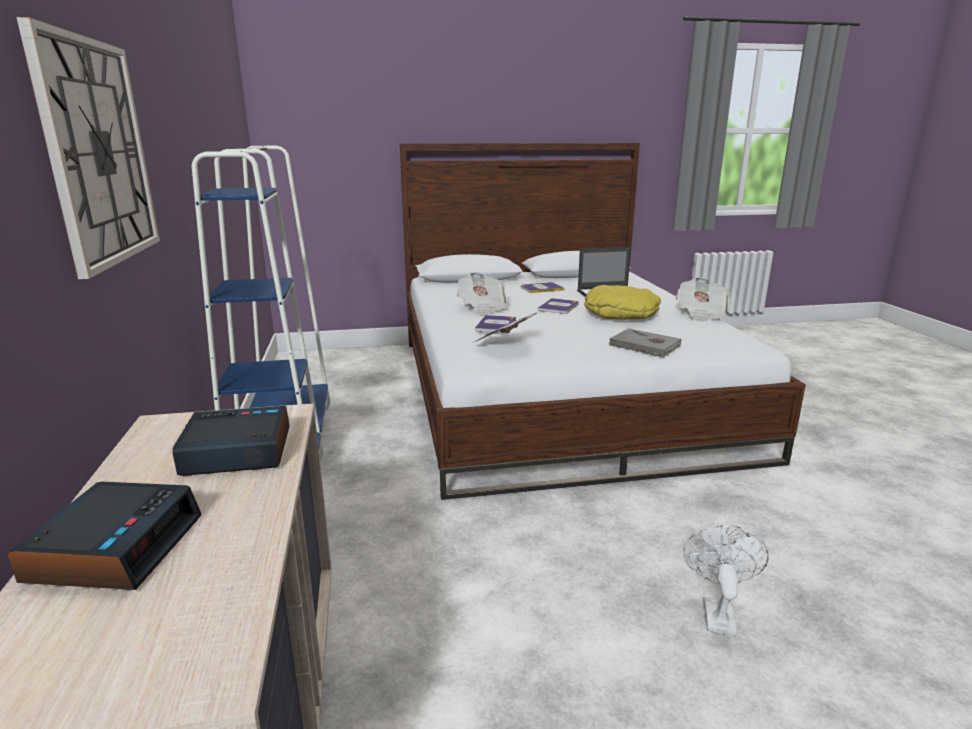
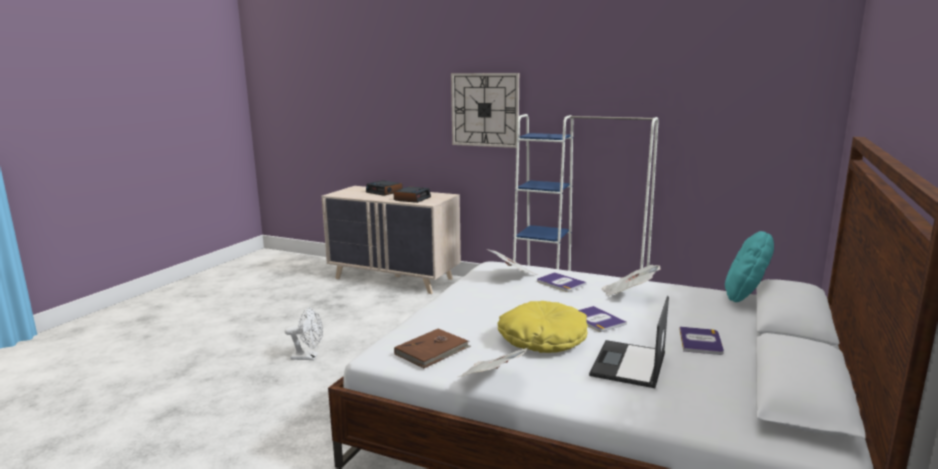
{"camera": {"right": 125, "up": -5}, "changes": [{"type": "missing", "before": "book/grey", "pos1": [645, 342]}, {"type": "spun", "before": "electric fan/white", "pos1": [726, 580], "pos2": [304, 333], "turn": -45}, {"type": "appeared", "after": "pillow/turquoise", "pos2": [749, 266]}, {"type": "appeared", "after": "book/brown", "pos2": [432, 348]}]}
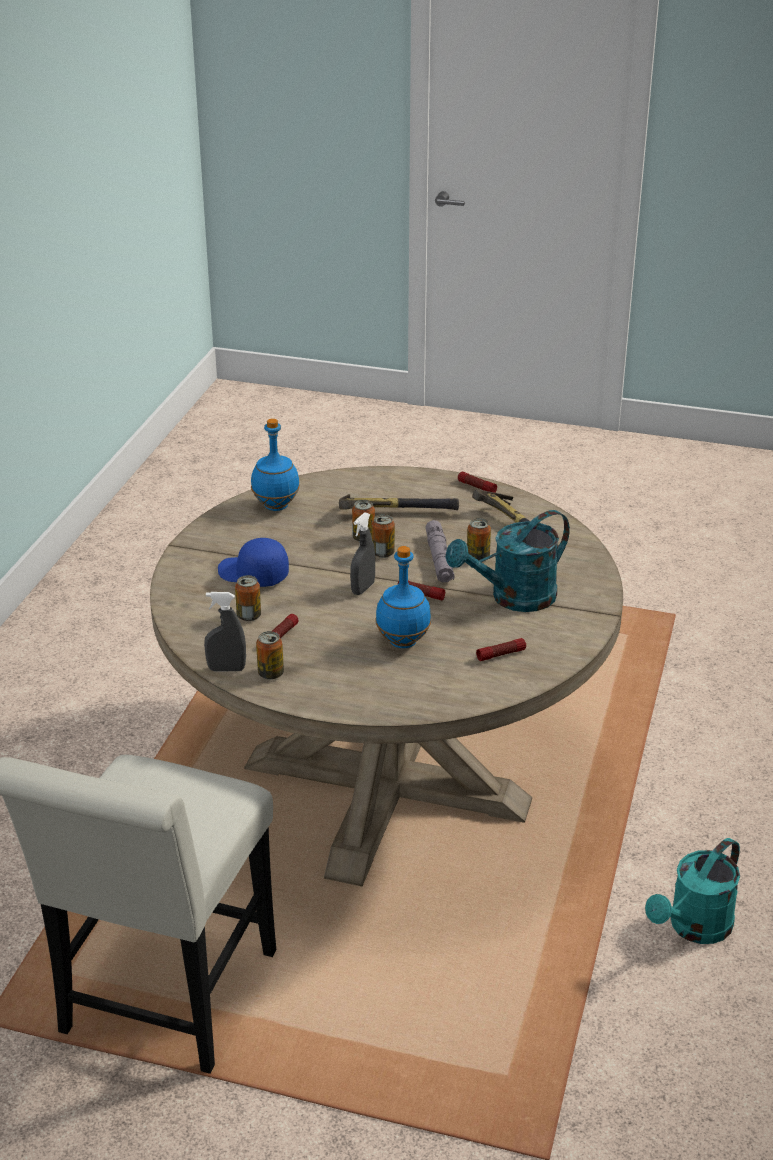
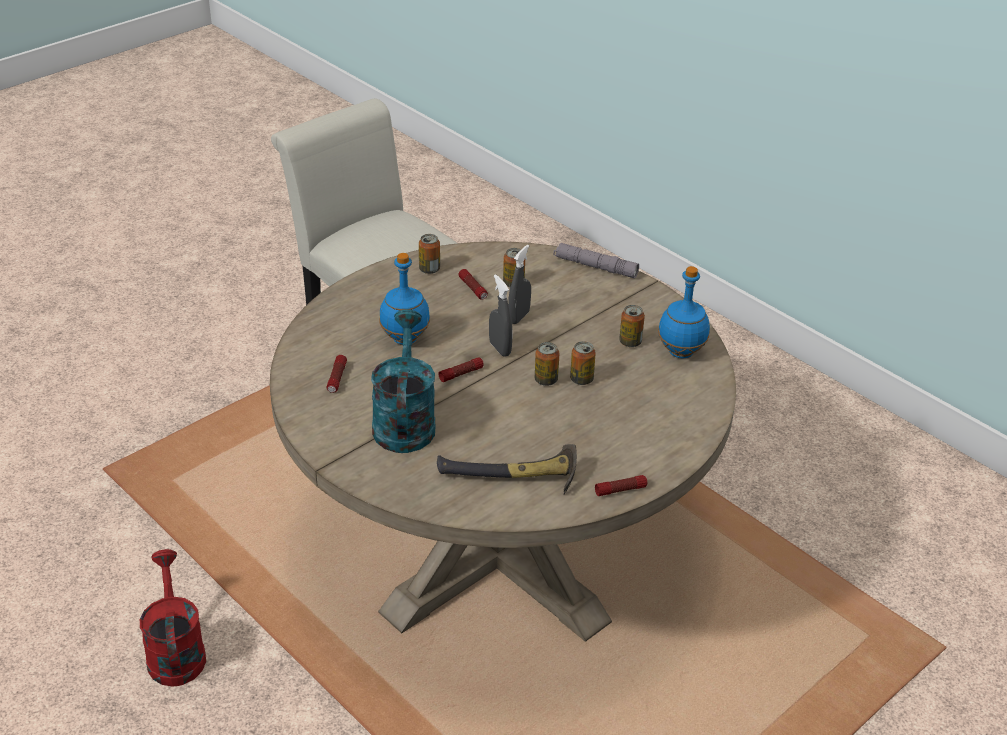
{"camera": {"right": 120, "up": 5}, "changes": [{"type": "missing", "before": "tool hammer", "pos1": [399, 502]}, {"type": "relocated", "before": "sealed can", "pos1": [479, 539], "pos2": [632, 326]}, {"type": "relocated", "before": "hand torch/grey", "pos1": [440, 551], "pos2": [596, 260]}, {"type": "missing", "before": "cap/blue", "pos1": [253, 562]}, {"type": "relocated", "before": "spray bottle/grey", "pos1": [225, 631], "pos2": [519, 284]}, {"type": "colour", "before": "watering can/turquoise", "after": "watering can/red-coloured", "pos1": [692, 891], "pos2": [173, 617]}]}
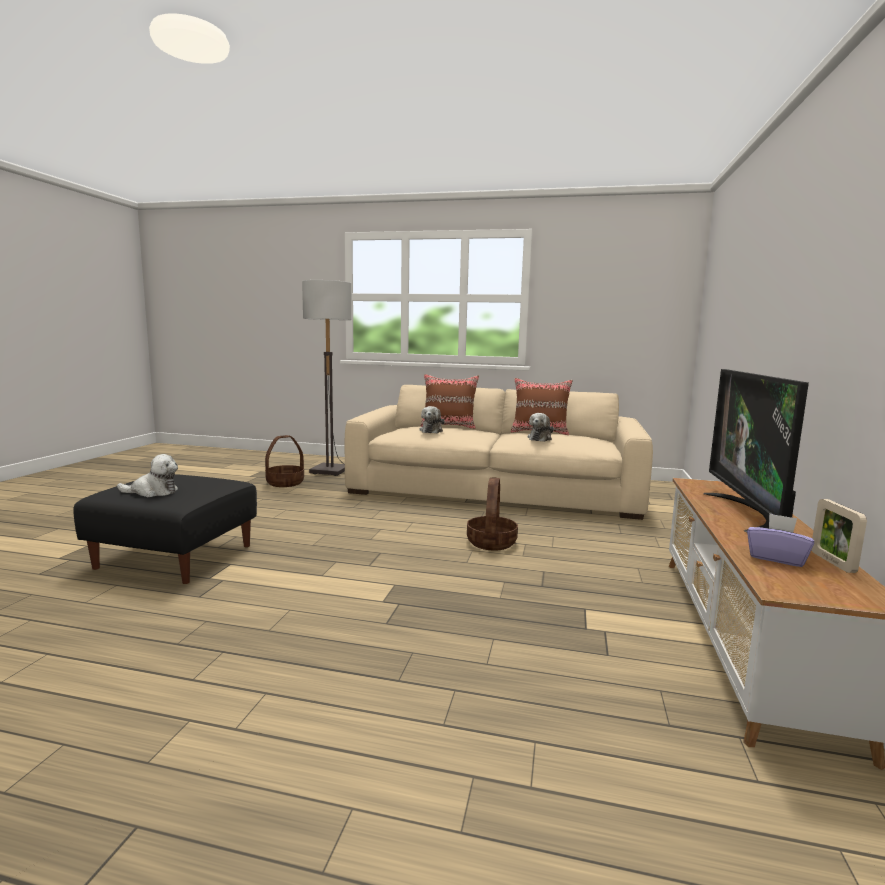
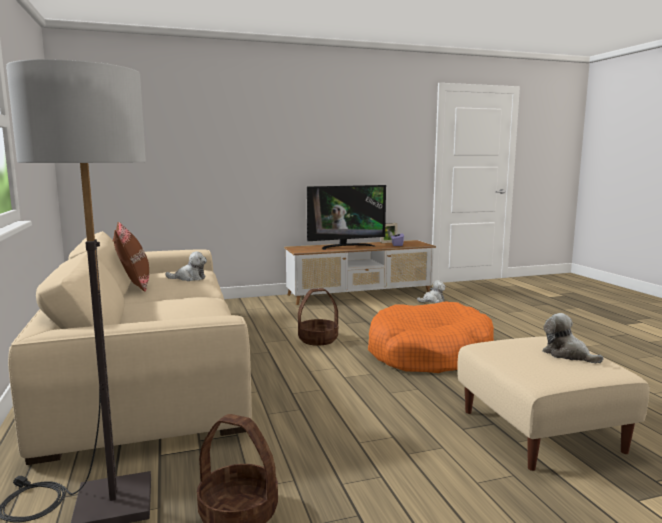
{"camera": {"right": -120, "up": 0}, "changes": [{"type": "missing", "before": "pillow/brown", "pos1": [450, 401]}, {"type": "relocated", "before": "plush toy", "pos1": [432, 419], "pos2": [431, 291]}, {"type": "colour", "before": "footrest/blackish", "after": "footrest/sand-coloured", "pos1": [165, 529], "pos2": [553, 403]}, {"type": "appeared", "after": "pet bed/orange", "pos2": [431, 337]}]}
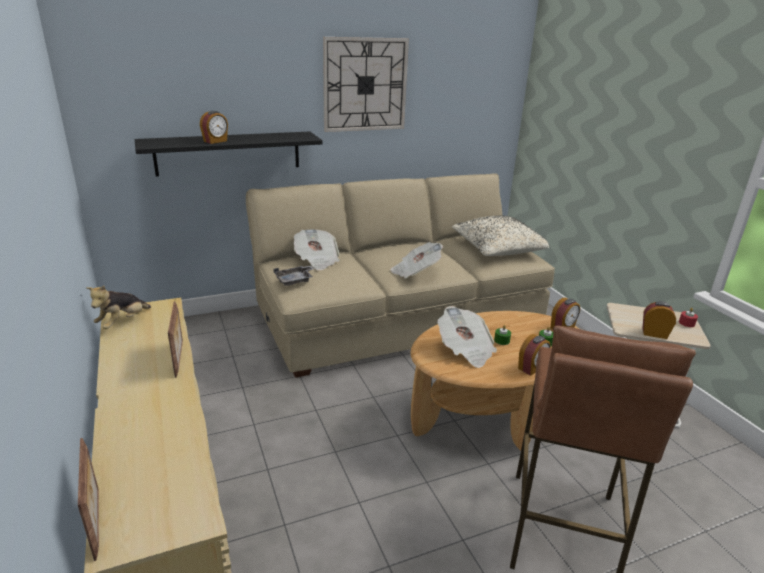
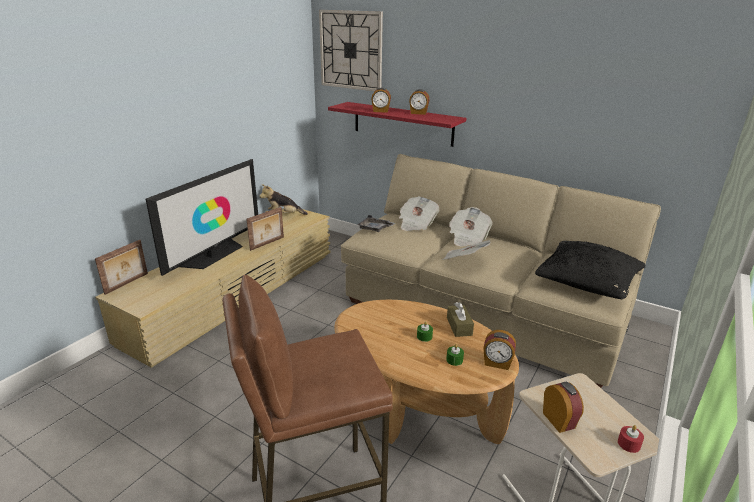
{"camera": {"right": 55, "up": 0}, "changes": [{"type": "relocated", "before": "wall clock", "pos1": [366, 84], "pos2": [351, 50]}, {"type": "colour", "before": "wall shelf/blackish", "after": "wall shelf/red-coloured", "pos1": [228, 154], "pos2": [397, 124]}, {"type": "colour", "before": "pillow/sand-coloured", "after": "pillow/blackish", "pos1": [500, 235], "pos2": [590, 269]}, {"type": "relocated", "before": "daily paper", "pos1": [467, 337], "pos2": [470, 226]}, {"type": "relocated", "before": "bedside clock", "pos1": [534, 354], "pos2": [419, 102]}, {"type": "appeared", "after": "TV", "pos2": [202, 217]}, {"type": "appeared", "after": "box of tissues/brown", "pos2": [460, 319]}]}
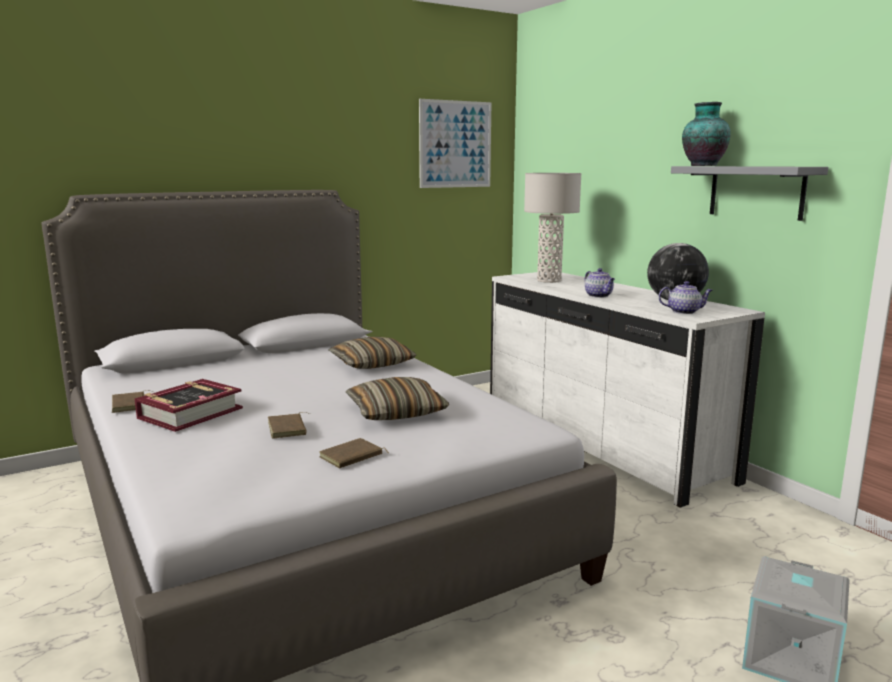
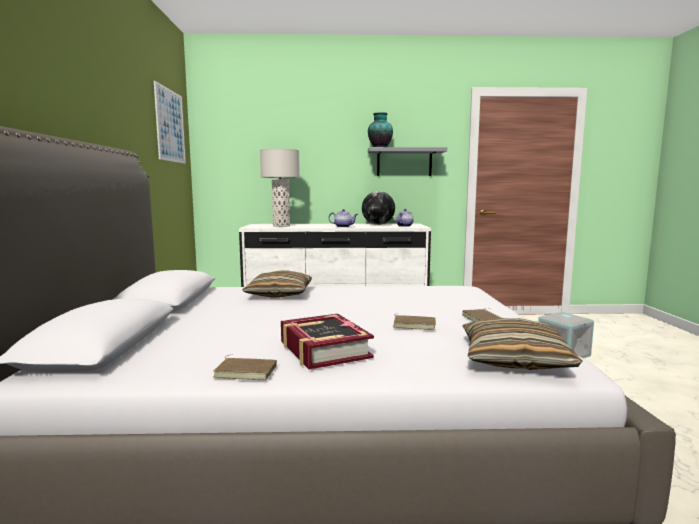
{"camera": {"right": -60, "up": -5}, "changes": [{"type": "relocated", "before": "pillow", "pos1": [397, 398], "pos2": [523, 344]}]}
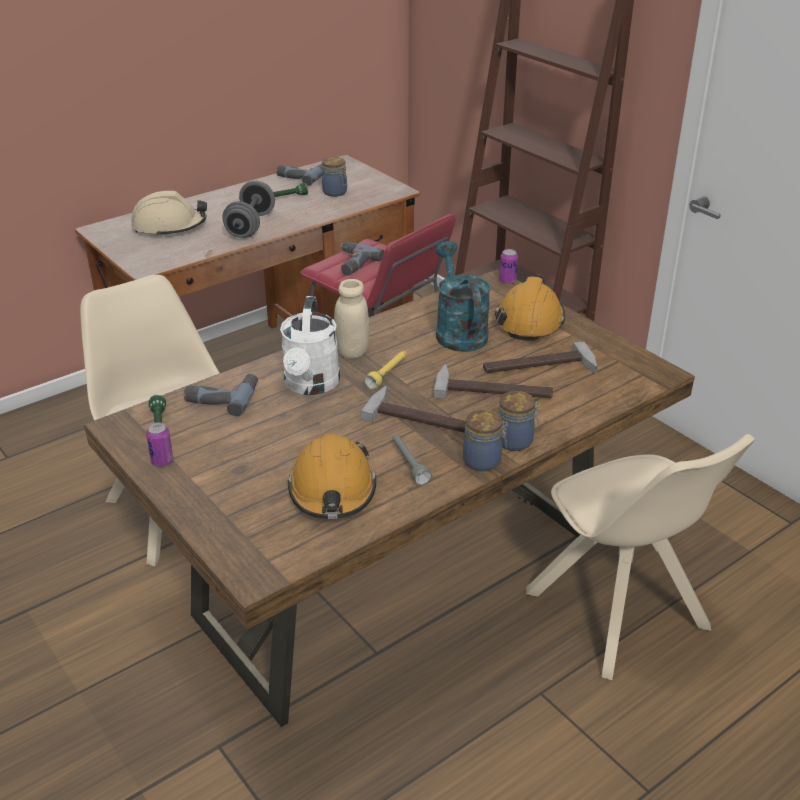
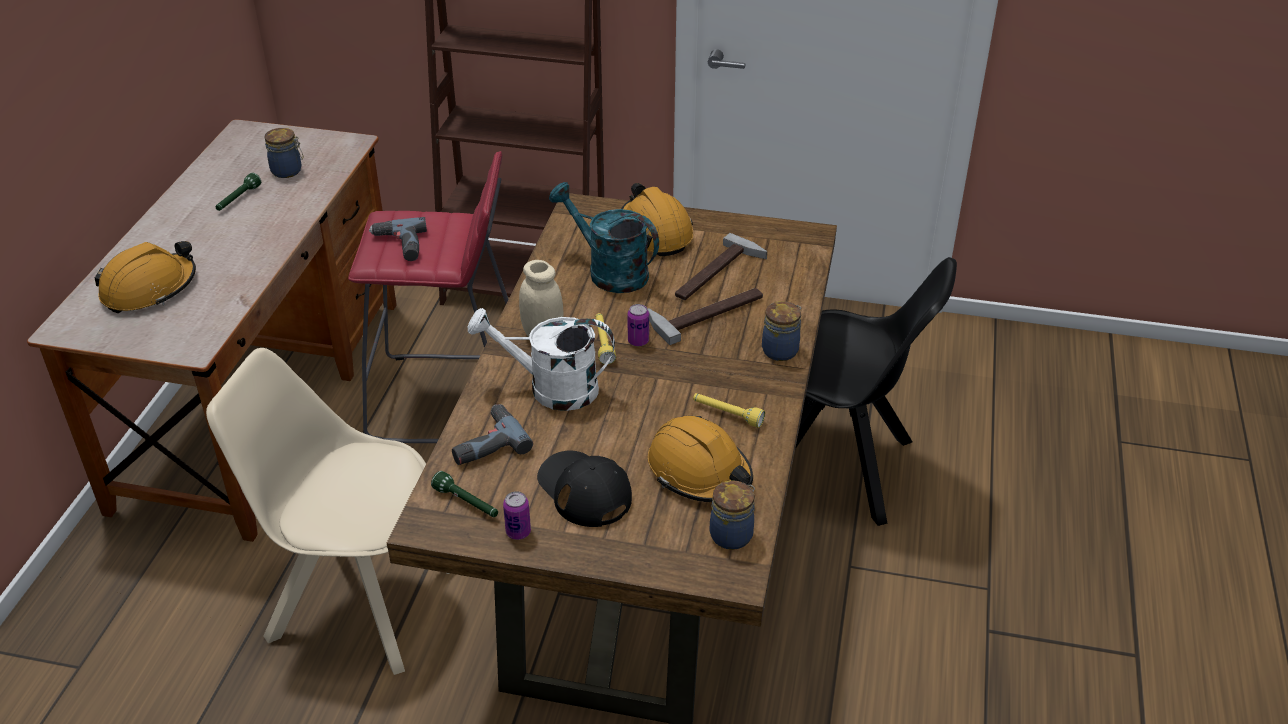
{"camera": {"right": -40, "up": 5}, "changes": [{"type": "missing", "before": "power drill", "pos1": [299, 174]}, {"type": "missing", "before": "hand weight/grey", "pos1": [248, 209]}, {"type": "colour", "before": "safety helmet/sand-coloured", "after": "safety helmet/orange", "pos1": [169, 214], "pos2": [145, 277]}, {"type": "relocated", "before": "sealed can", "pos1": [508, 266], "pos2": [638, 325]}, {"type": "spun", "before": "watering can/white", "pos1": [310, 345], "pos2": [541, 359], "turn": 135}, {"type": "missing", "before": "tool hammer", "pos1": [413, 409]}, {"type": "relocated", "before": "preserve jar", "pos1": [485, 441], "pos2": [732, 515]}, {"type": "colour", "before": "plain chair/sand-coloured", "after": "plain chair/blackish", "pos1": [640, 557], "pos2": [876, 391]}, {"type": "colour", "before": "hand torch/grey", "after": "hand torch/yellowish", "pos1": [412, 460], "pos2": [729, 410]}, {"type": "appeared", "after": "cap/blackish", "pos2": [584, 489]}]}
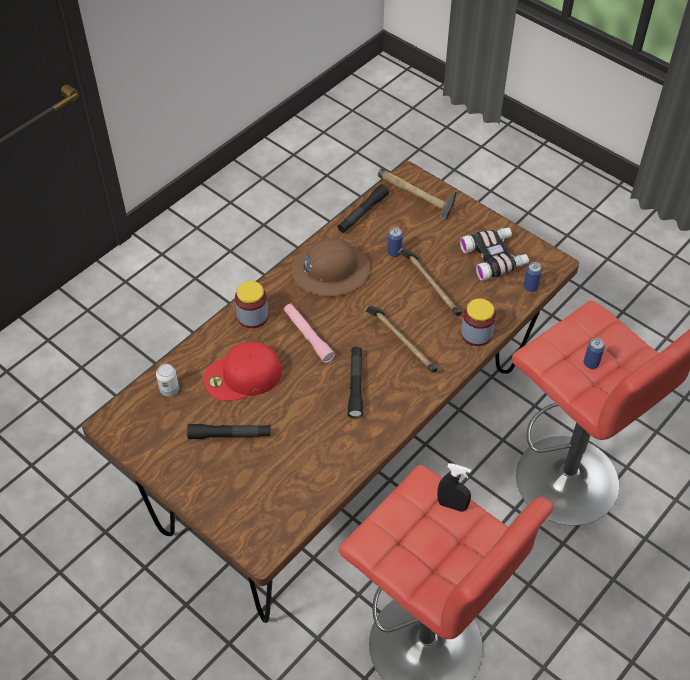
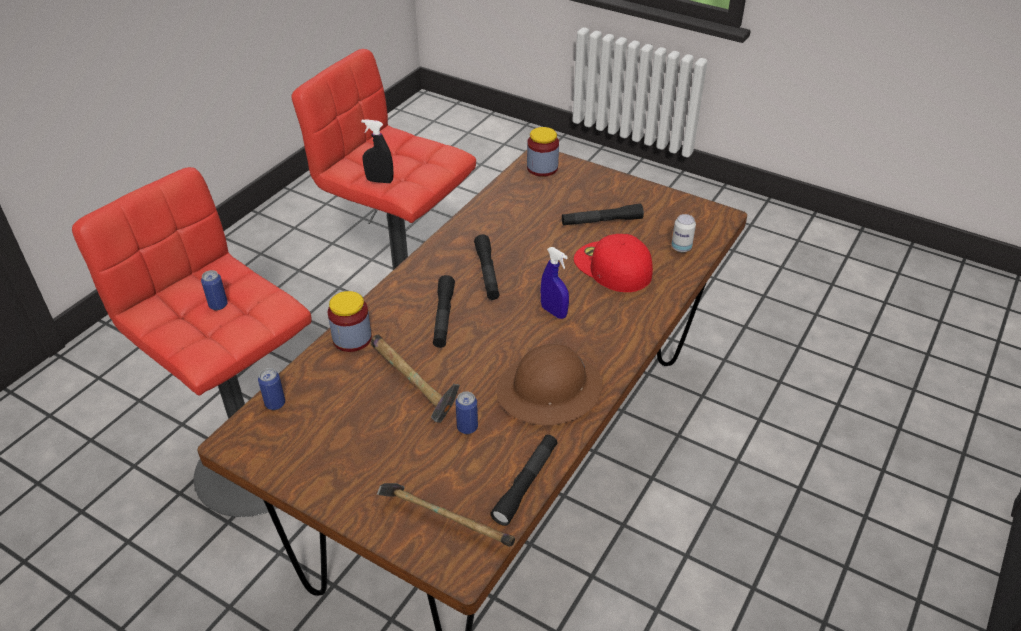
{"camera": {"right": 170, "up": -10}, "changes": [{"type": "missing", "before": "pair of binoculars", "pos1": [494, 254]}, {"type": "relocated", "before": "preserve jar", "pos1": [251, 304], "pos2": [543, 152]}, {"type": "exchanged", "before": "hand torch/pink", "after": "spray bottle/blue", "pos1": [309, 333], "pos2": [555, 283]}, {"type": "exchanged", "before": "tool hammer", "after": "hand torch/blackish", "pos1": [401, 339], "pos2": [444, 311]}, {"type": "spun", "before": "cap/red-coloured", "pos1": [242, 371], "pos2": [613, 263], "turn": -105}]}
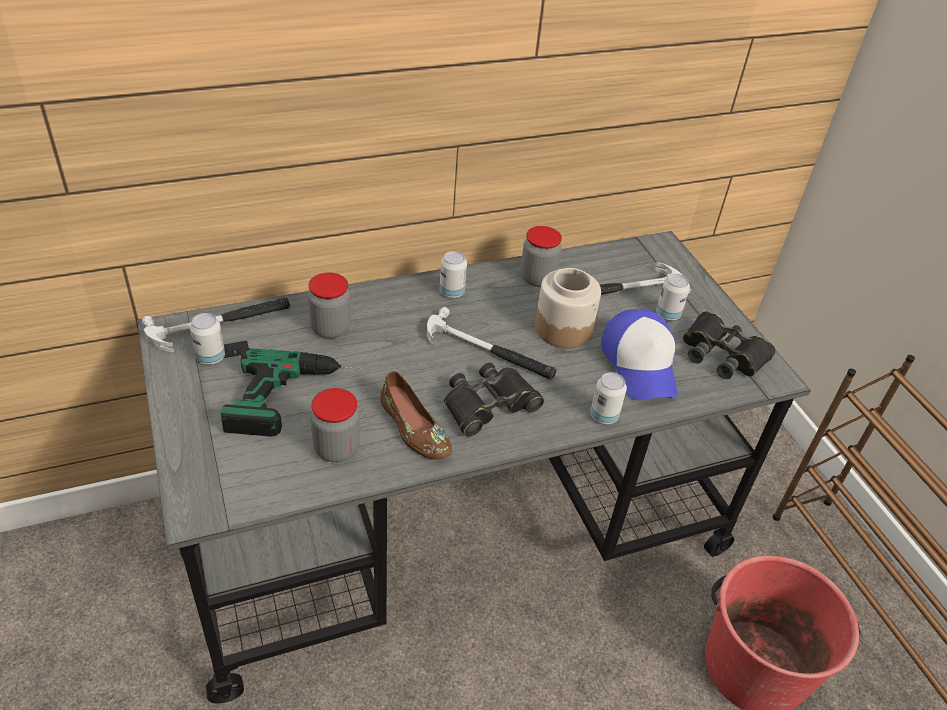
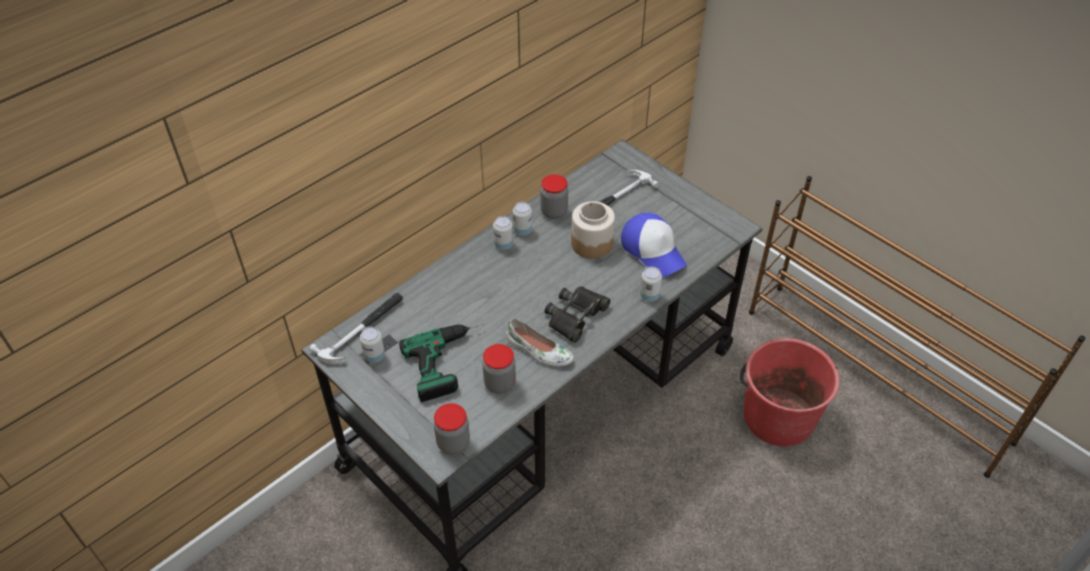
{"camera": {"right": -20, "up": 5}, "changes": [{"type": "relocated", "before": "preserve jar", "pos1": [329, 305], "pos2": [452, 429]}, {"type": "relocated", "before": "sealed can", "pos1": [673, 297], "pos2": [522, 218]}, {"type": "missing", "before": "tool hammer", "pos1": [492, 343]}, {"type": "missing", "before": "pair of binoculars/blackish", "pos1": [729, 345]}, {"type": "colour", "before": "item of footwear/brown", "after": "item of footwear/white", "pos1": [416, 415], "pos2": [540, 342]}]}
